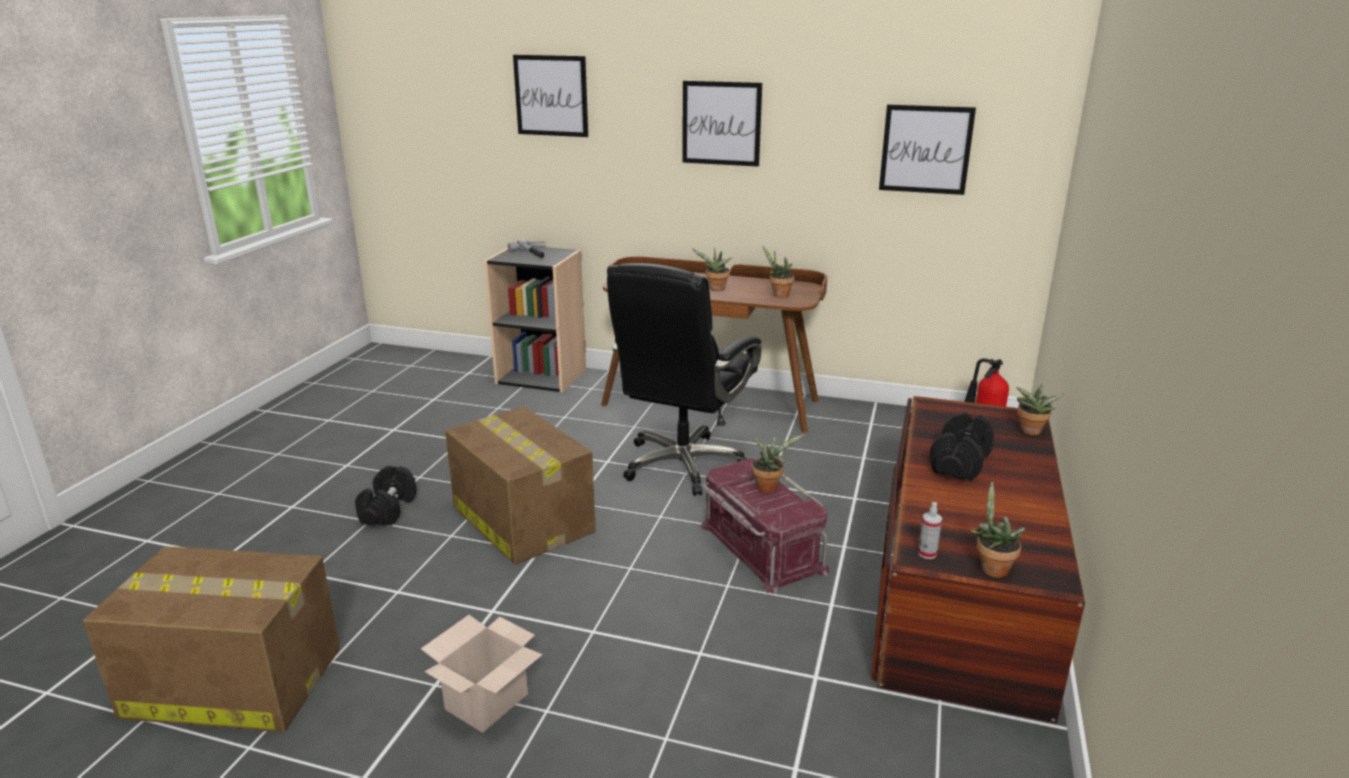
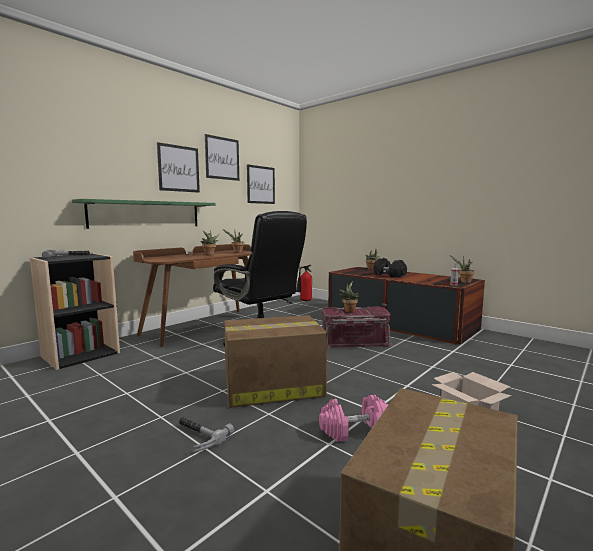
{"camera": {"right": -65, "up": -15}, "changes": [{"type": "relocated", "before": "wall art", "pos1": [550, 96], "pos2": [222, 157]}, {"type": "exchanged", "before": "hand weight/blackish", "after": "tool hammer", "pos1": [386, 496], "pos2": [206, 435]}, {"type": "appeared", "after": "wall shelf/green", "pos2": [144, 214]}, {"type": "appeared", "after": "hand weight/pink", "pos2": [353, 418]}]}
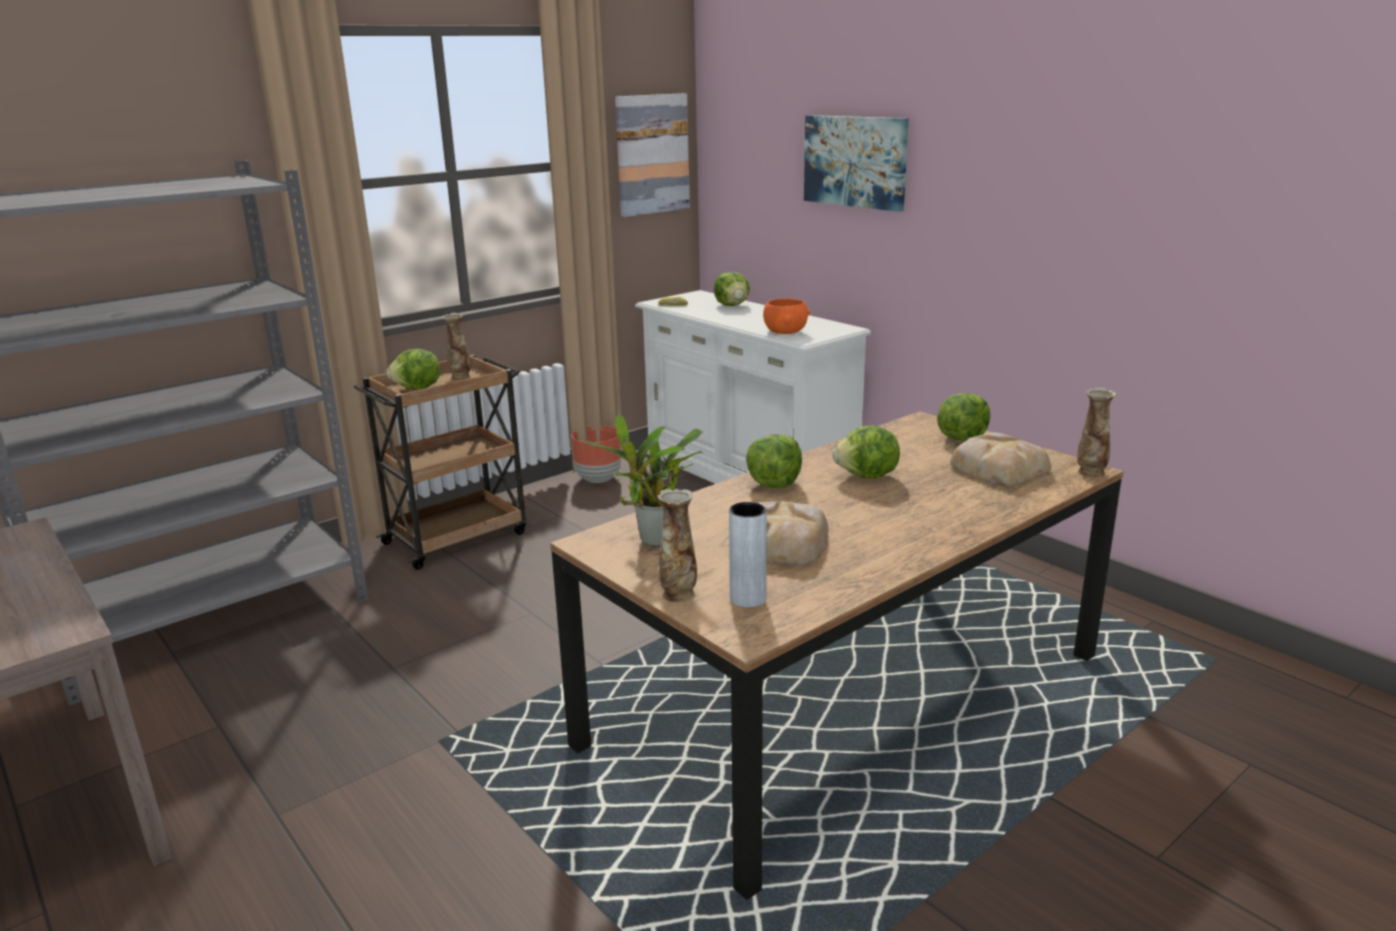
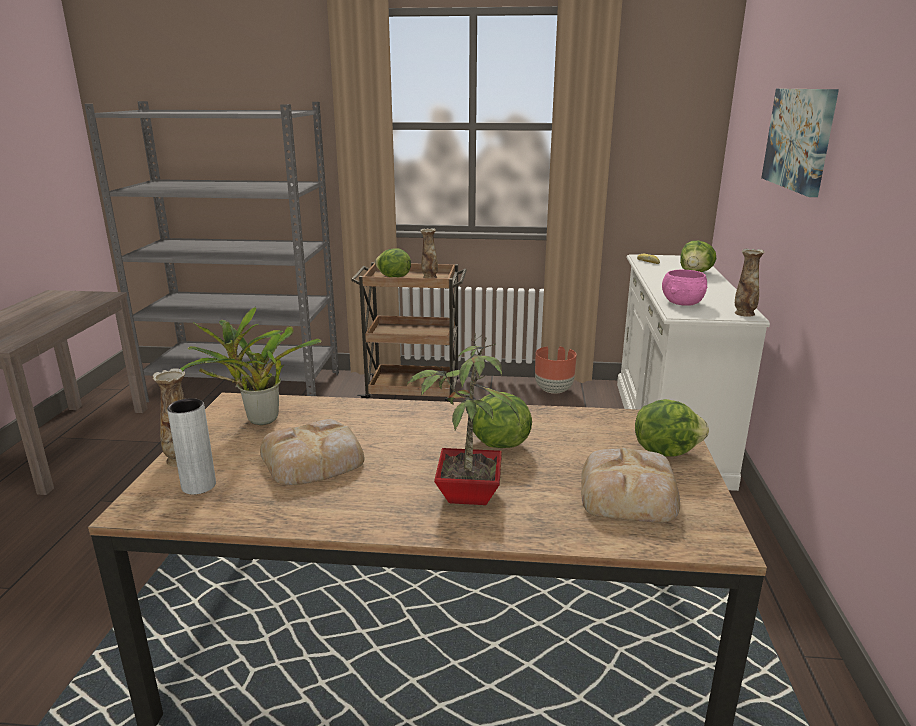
{"camera": {"right": 45, "up": 0}, "changes": [{"type": "missing", "before": "wall art", "pos1": [652, 155]}, {"type": "colour", "before": "serving bowl/orange", "after": "serving bowl/pink", "pos1": [786, 316], "pos2": [684, 287]}, {"type": "relocated", "before": "vase", "pos1": [1097, 432], "pos2": [750, 283]}, {"type": "missing", "before": "lettuce", "pos1": [774, 461]}, {"type": "appeared", "after": "houseplant", "pos2": [462, 419]}]}
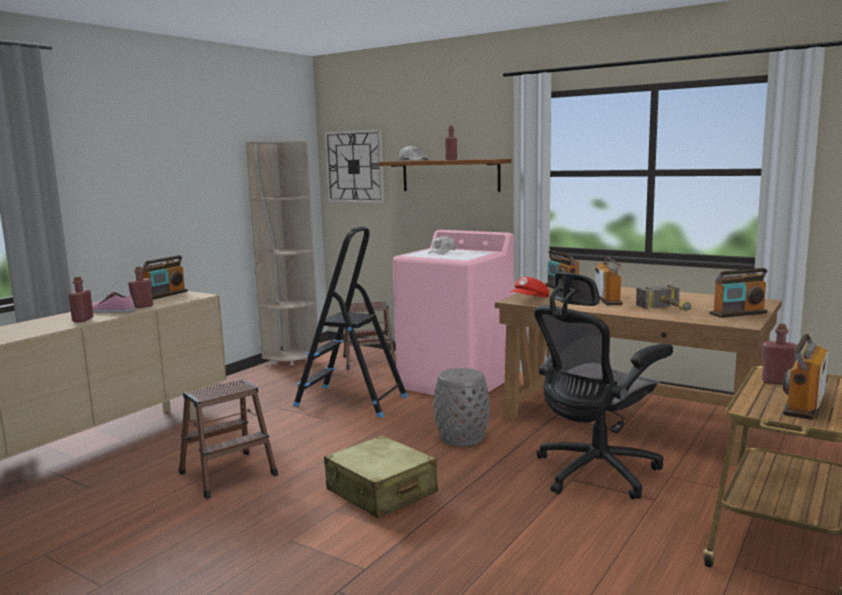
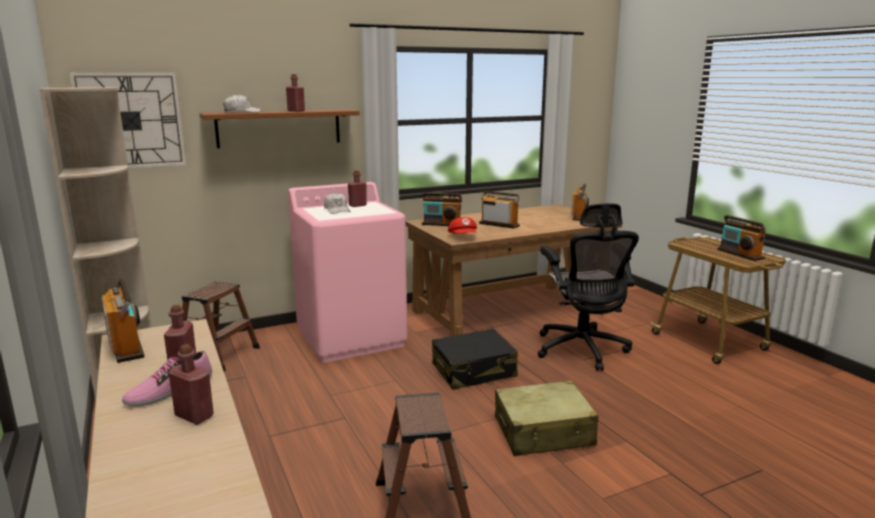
{"camera": {"right": -60, "up": 5}, "changes": [{"type": "missing", "before": "step ladder/blackish", "pos1": [350, 322]}, {"type": "missing", "before": "tool hammer", "pos1": [663, 298]}, {"type": "relocated", "before": "bottle/red-coloured", "pos1": [779, 354], "pos2": [357, 188]}, {"type": "exchanged", "before": "stool seat/grey", "after": "piece of luggage/blackish", "pos1": [461, 407], "pos2": [475, 359]}]}
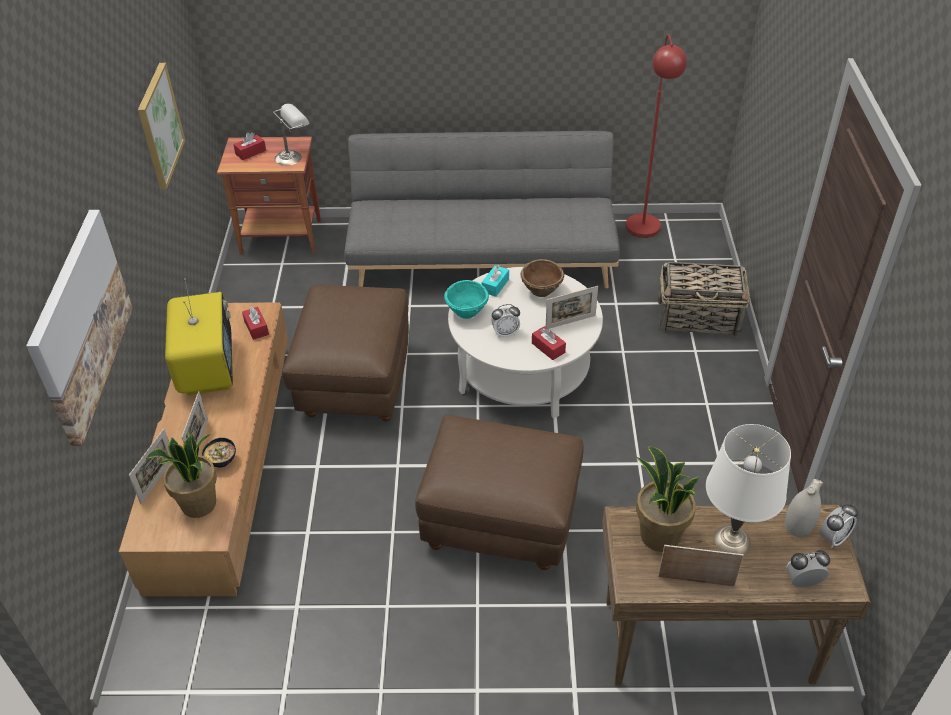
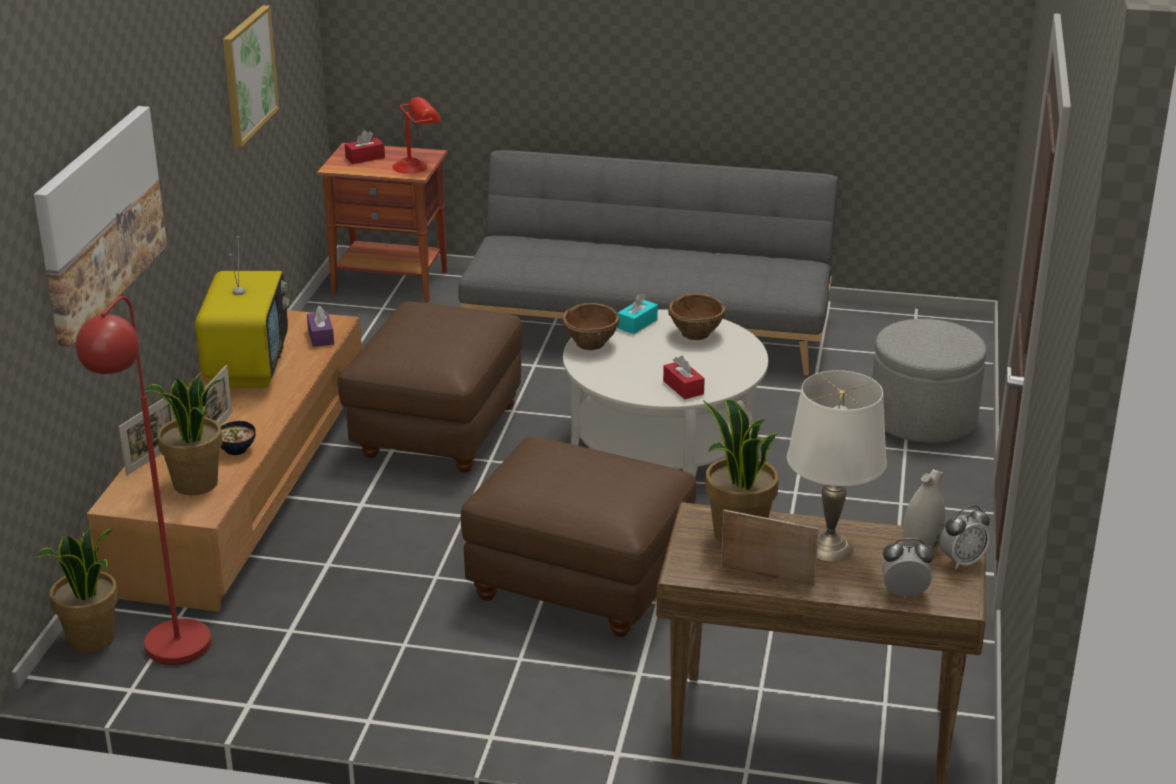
{"camera": {"right": 10, "up": -15}, "changes": [{"type": "relocated", "before": "standing lamp/red-coloured", "pos1": [656, 136], "pos2": [143, 480]}, {"type": "colour", "before": "lamp for a table/white", "after": "lamp for a table/red-coloured", "pos1": [291, 135], "pos2": [416, 135]}, {"type": "exchanged", "before": "storage basket", "after": "footrest/grey", "pos1": [704, 299], "pos2": [929, 381]}, {"type": "colour", "before": "serving bowl/turquoise", "after": "serving bowl/brown", "pos1": [466, 299], "pos2": [590, 326]}, {"type": "missing", "before": "standing frame", "pos1": [572, 307]}, {"type": "missing", "before": "bedside clock", "pos1": [505, 320]}, {"type": "colour", "before": "box of tissues/red-coloured", "after": "box of tissues/purple", "pos1": [255, 323], "pos2": [320, 326]}, {"type": "appeared", "after": "houseplant", "pos2": [76, 590]}]}
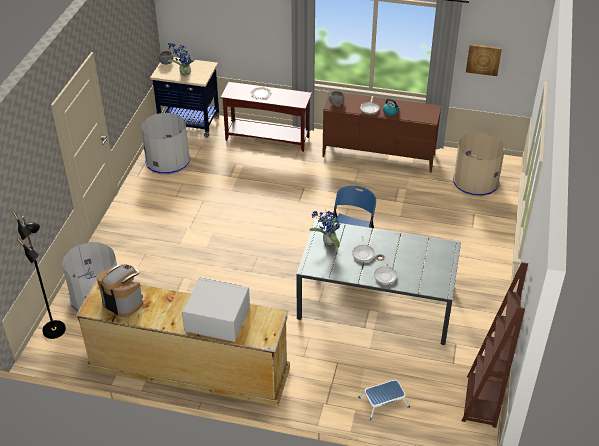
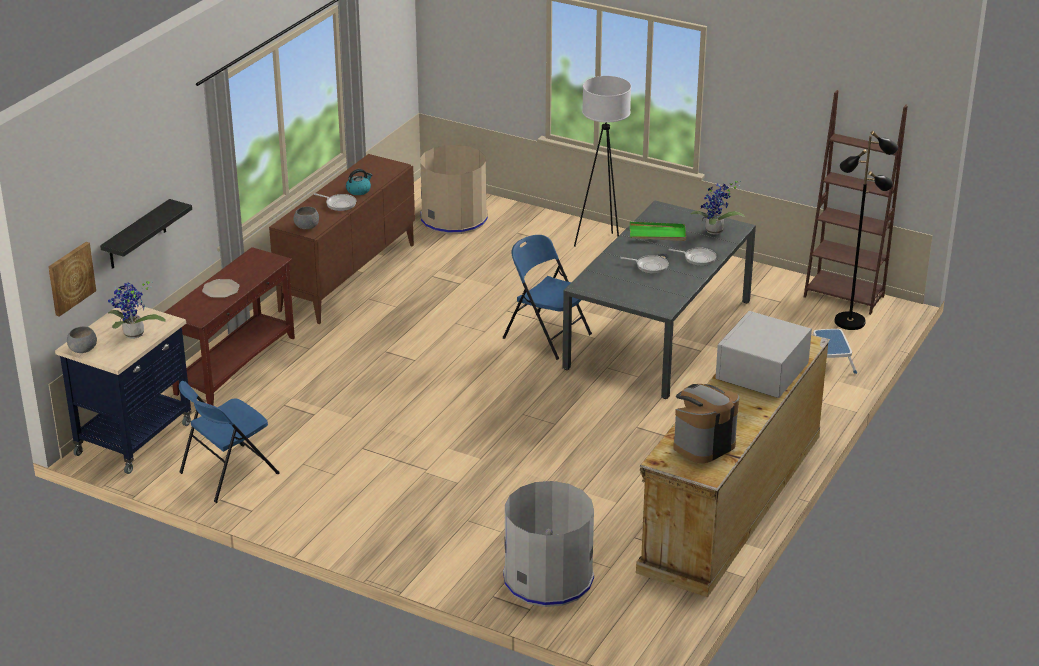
{"camera": {"right": -75, "up": -10}, "changes": [{"type": "relocated", "before": "wall art", "pos1": [484, 60], "pos2": [72, 279]}, {"type": "exchanged", "before": "waste bin/grey", "after": "plain chair/blue", "pos1": [165, 144], "pos2": [229, 442]}, {"type": "relocated", "before": "houseplant", "pos1": [325, 228], "pos2": [717, 208]}, {"type": "relocated", "before": "standing lamp/blackish", "pos1": [39, 275], "pos2": [866, 230]}, {"type": "appeared", "after": "standing lamp/white", "pos2": [602, 161]}, {"type": "appeared", "after": "wall shelf/blackish", "pos2": [146, 234]}, {"type": "appeared", "after": "tray/green", "pos2": [658, 231]}]}
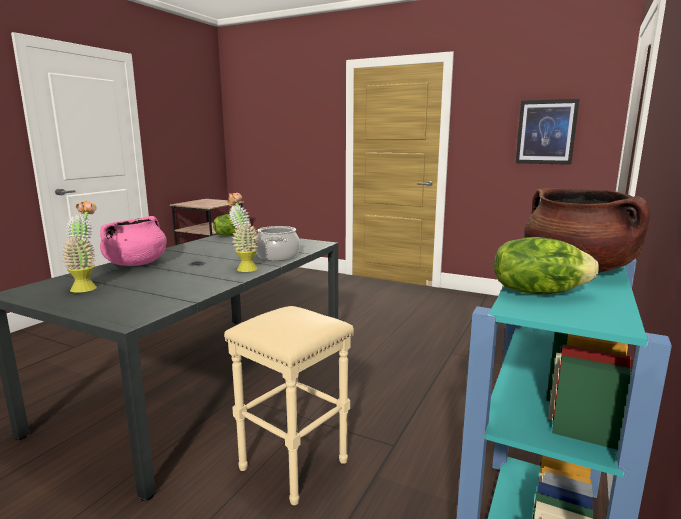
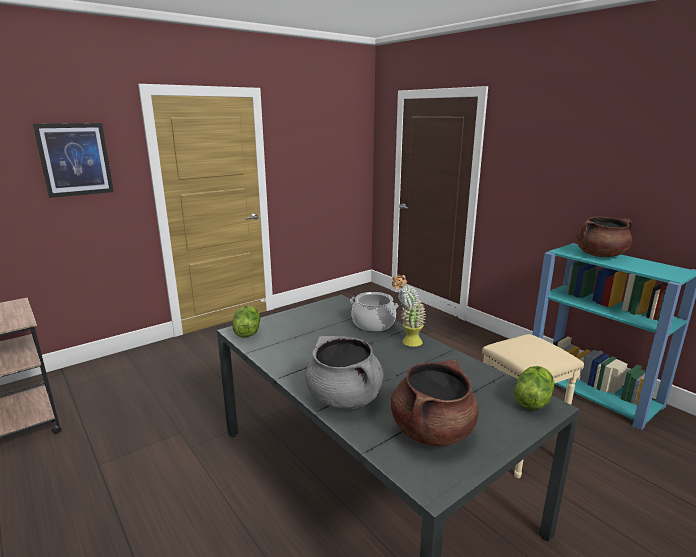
{"camera": {"right": -65, "up": 5}, "changes": [{"type": "relocated", "before": "wall art", "pos1": [547, 132], "pos2": [73, 160]}, {"type": "exchanged", "before": "houseplant", "after": "cooking pot/brown", "pos1": [79, 247], "pos2": [434, 403]}, {"type": "colour", "before": "cooking pot/pink", "after": "cooking pot/grey", "pos1": [133, 241], "pos2": [344, 372]}, {"type": "relocated", "before": "lettuce", "pos1": [546, 265], "pos2": [534, 388]}]}
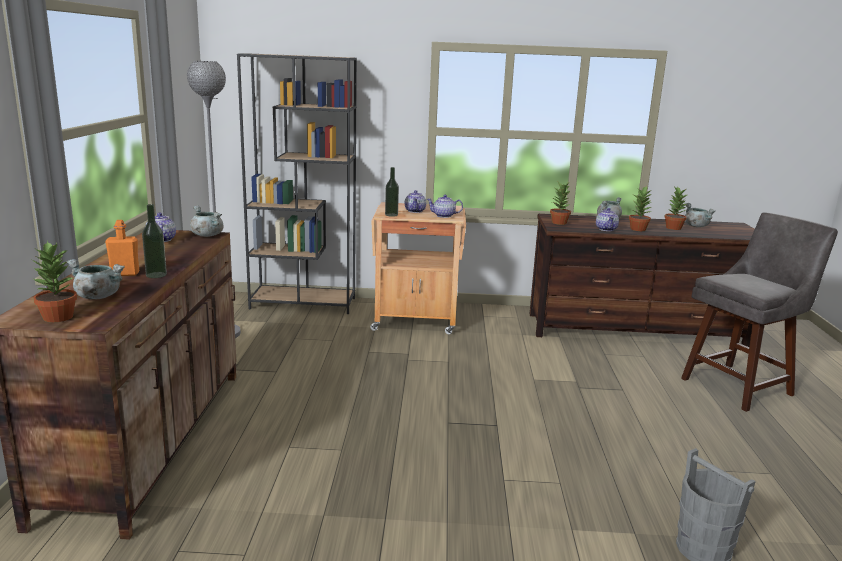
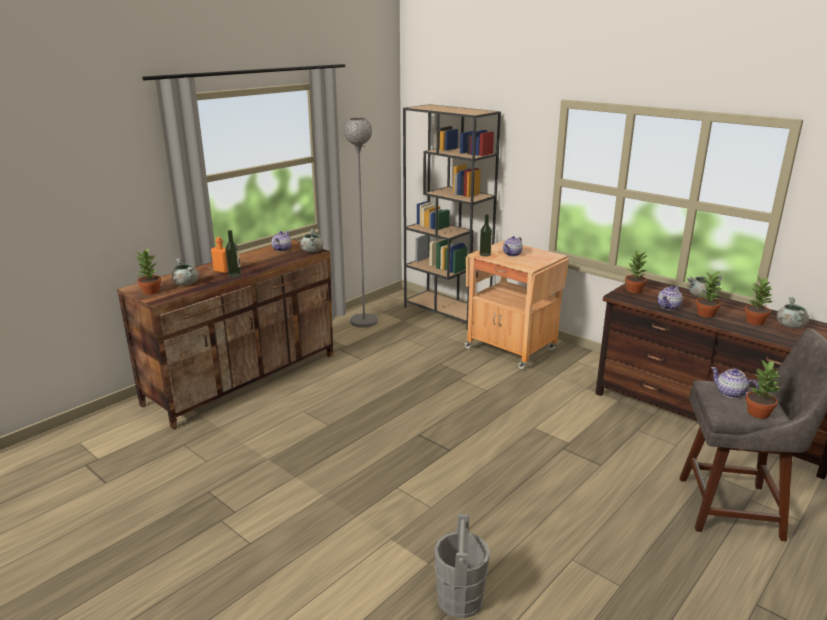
{"camera": {"right": 40, "up": 5}, "changes": [{"type": "relocated", "before": "pot for tea", "pos1": [445, 206], "pos2": [735, 382]}, {"type": "appeared", "after": "houseplant", "pos2": [764, 389]}]}
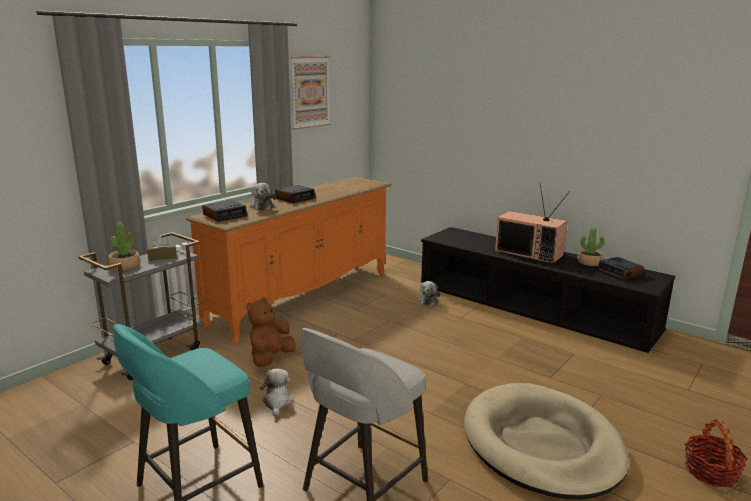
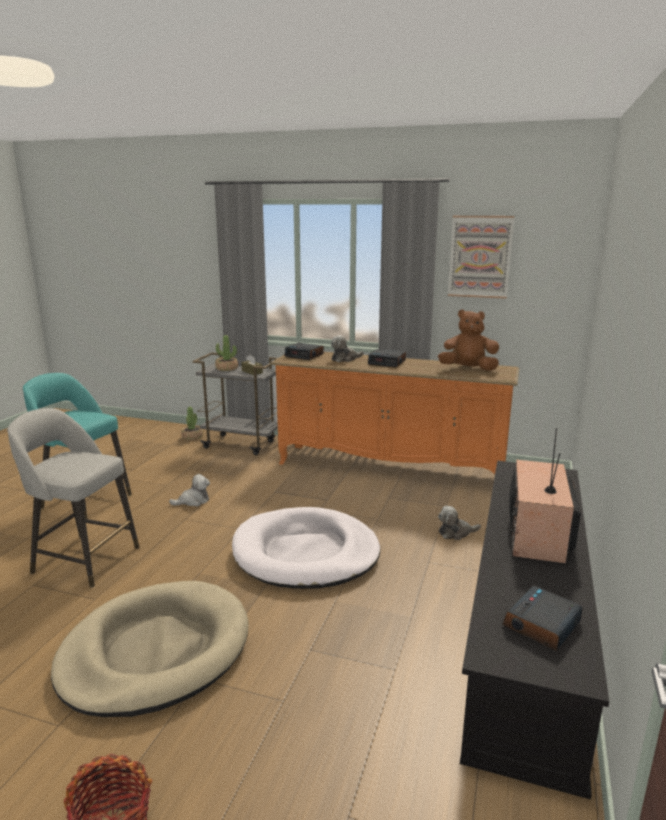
{"camera": {"right": 70, "up": 0}, "changes": [{"type": "relocated", "before": "houseplant", "pos1": [591, 246], "pos2": [192, 423]}, {"type": "relocated", "before": "plush toy/brown", "pos1": [271, 332], "pos2": [468, 340]}, {"type": "appeared", "after": "pet bed/white", "pos2": [306, 548]}]}
